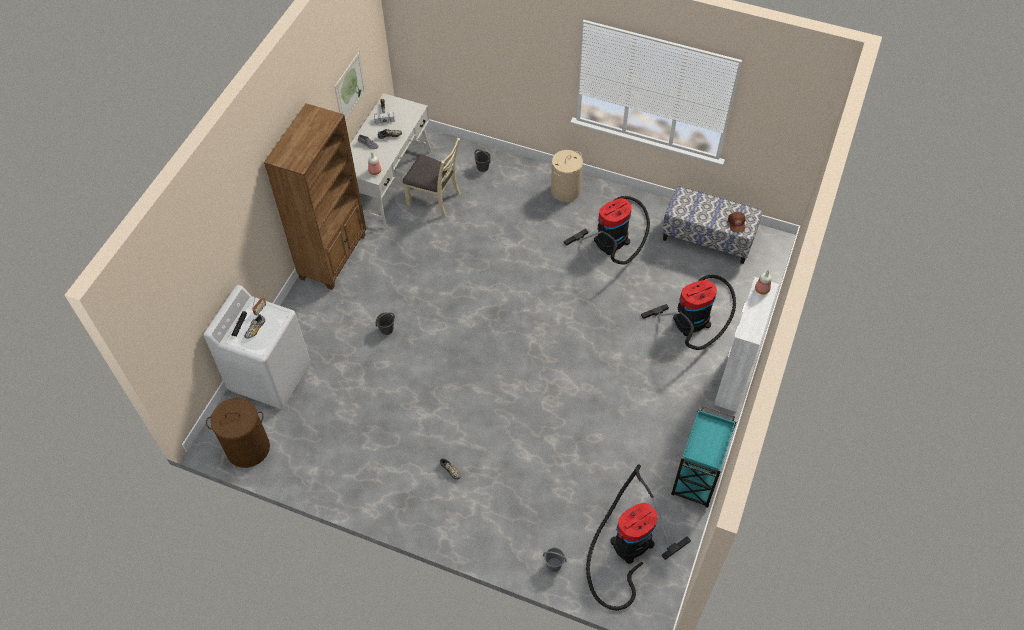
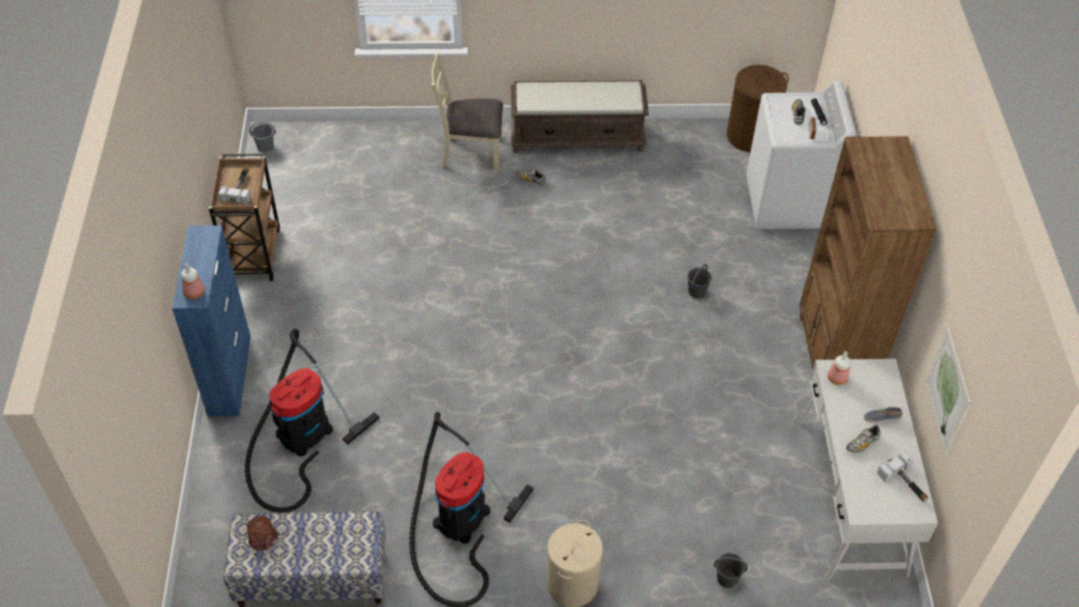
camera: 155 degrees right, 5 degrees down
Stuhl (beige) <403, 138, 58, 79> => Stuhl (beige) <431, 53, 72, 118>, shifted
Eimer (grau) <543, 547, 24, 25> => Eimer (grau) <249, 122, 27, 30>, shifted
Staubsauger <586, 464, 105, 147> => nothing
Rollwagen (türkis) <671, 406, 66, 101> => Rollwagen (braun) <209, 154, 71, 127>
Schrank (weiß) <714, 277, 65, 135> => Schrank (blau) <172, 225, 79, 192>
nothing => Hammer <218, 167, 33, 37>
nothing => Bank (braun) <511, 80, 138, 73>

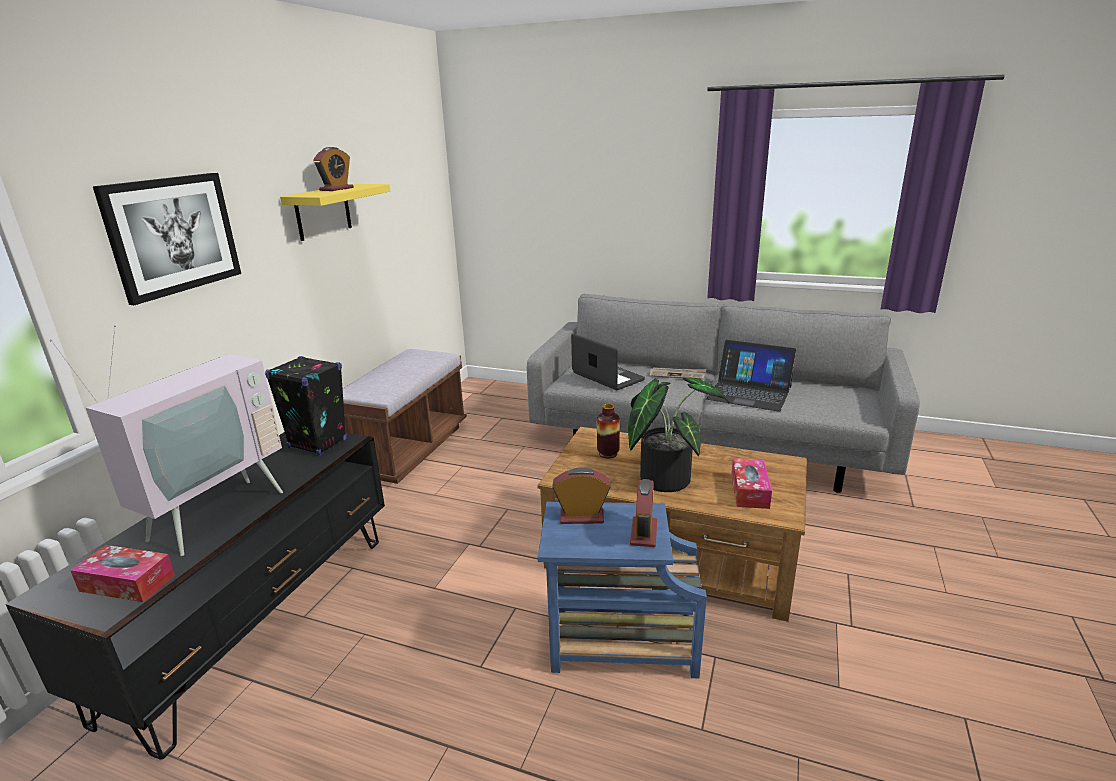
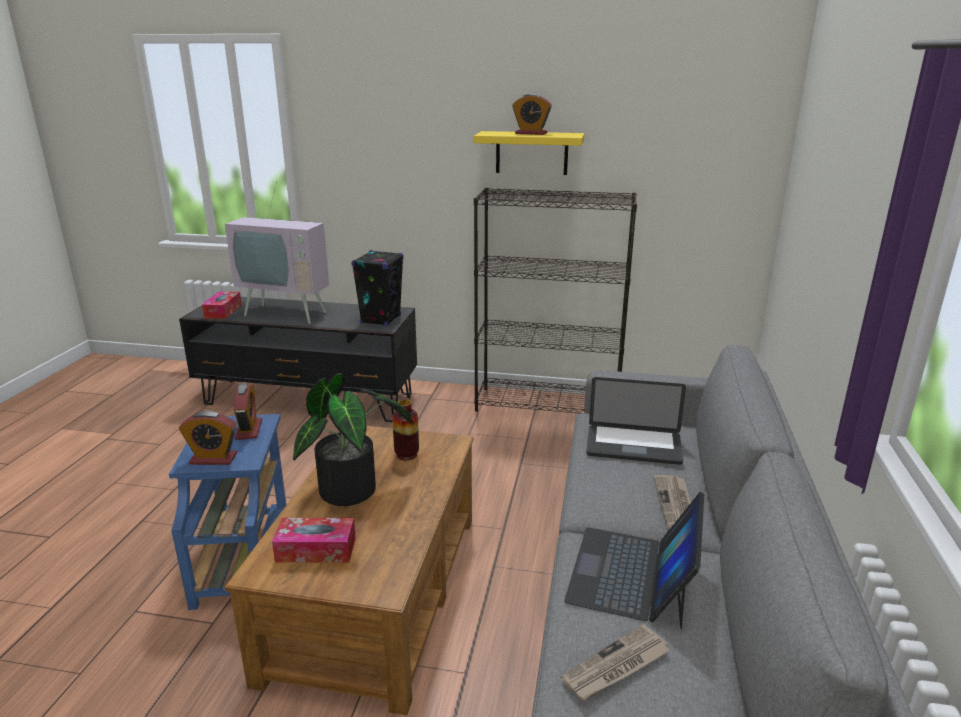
camera: 80 degrees right, 0 degrees up
Bild <93, 173, 148, 132> => nothing
Bank (braun) <343, 349, 124, 135> => Bücherregal (schwarz) <474, 187, 163, 227>
Laptop <571, 333, 74, 57> => Laptop <586, 377, 100, 88>, 60 degrees clockwise
nothing => Zeitung <561, 624, 109, 77>

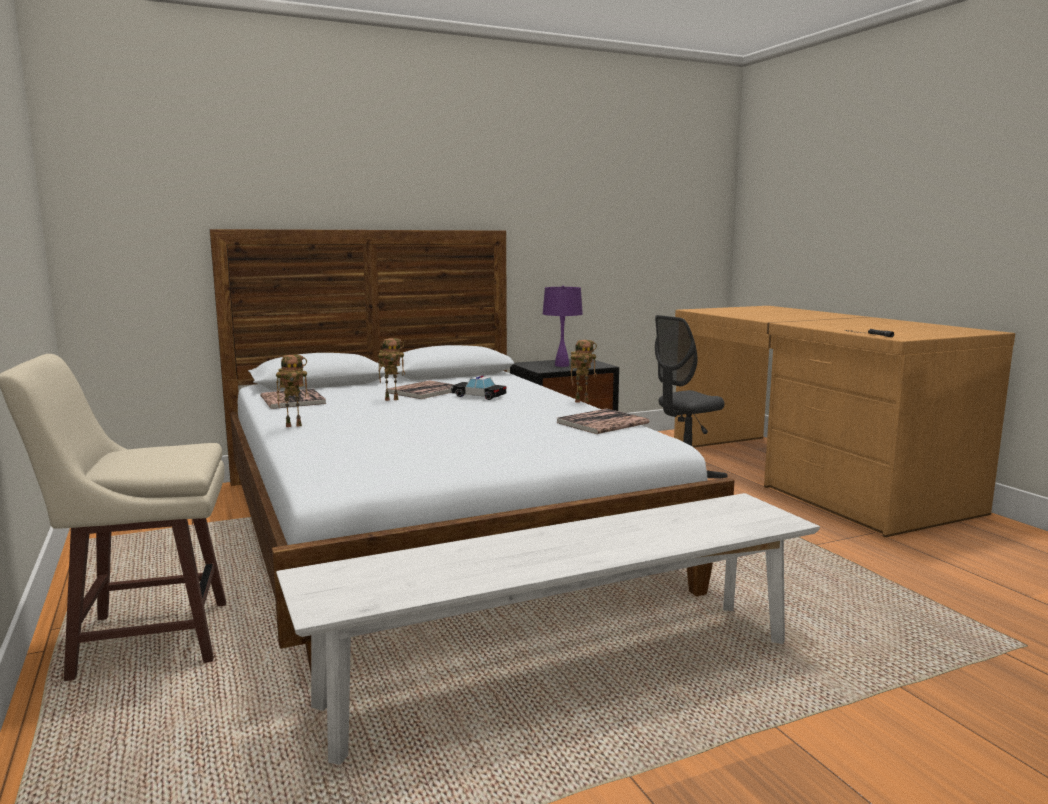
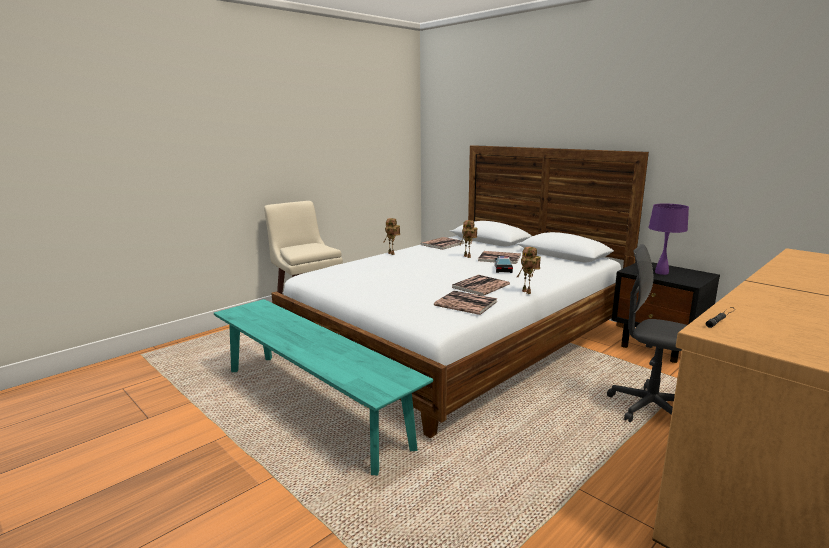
camera: 70 degrees right, 5 degrees up
Bank (weiß) <276, 493, 544, 272> => Bank (türkis) <214, 299, 220, 177>
nothing => Buch <452, 275, 58, 21>

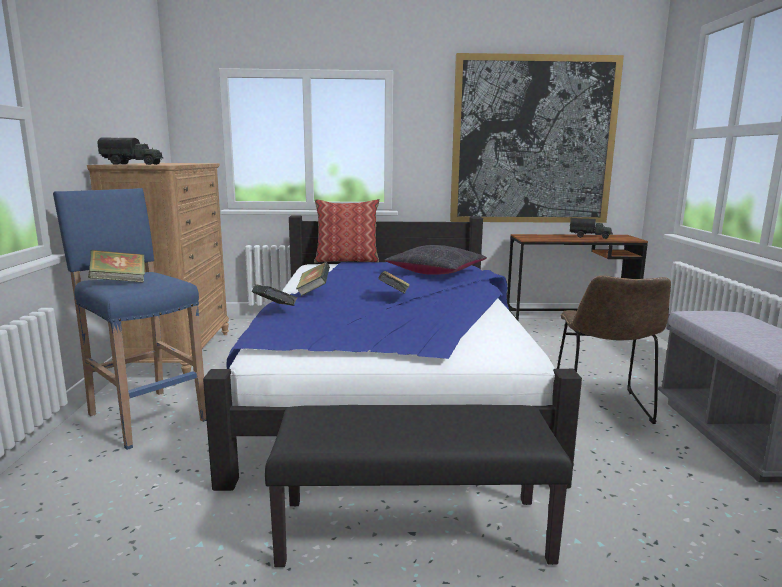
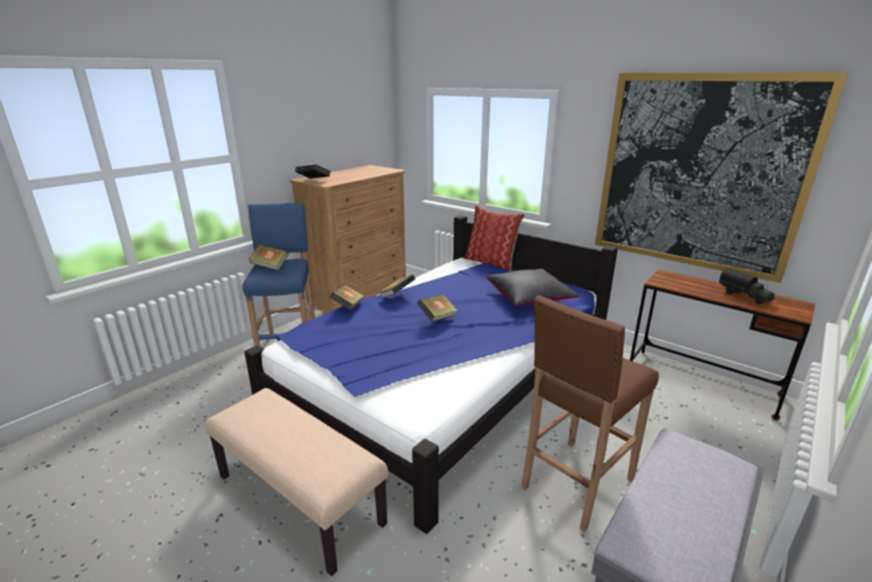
camera: 40 degrees right, 10 degrees up
Spielzeuglaster <98, 137, 65, 28> => Buch <295, 164, 36, 15>
Bank (schwarz) <265, 405, 307, 162> => Bank (beige) <205, 388, 184, 188>
Stuhl (braun) <557, 275, 114, 149> => Hocker (braun) <521, 295, 138, 237>

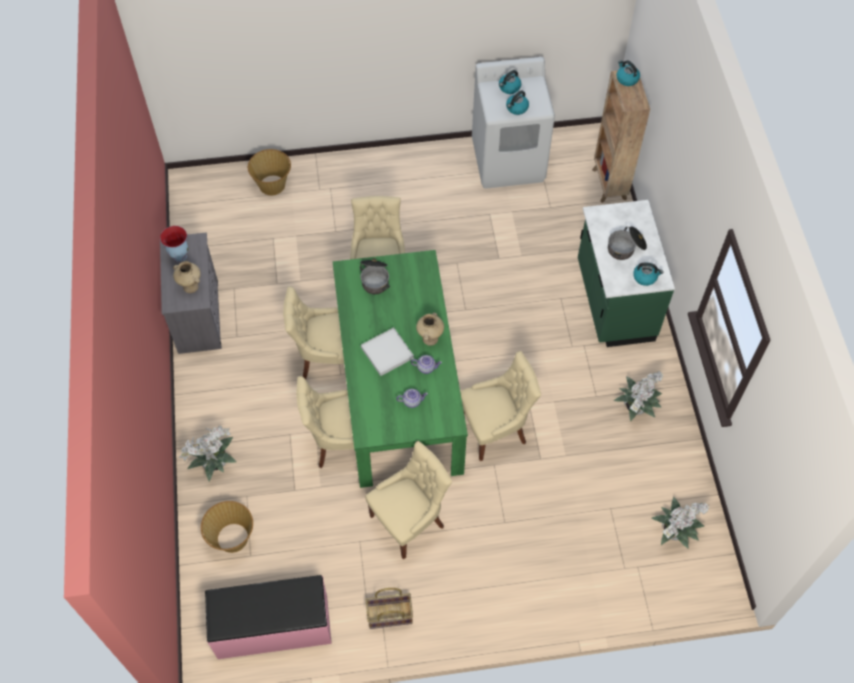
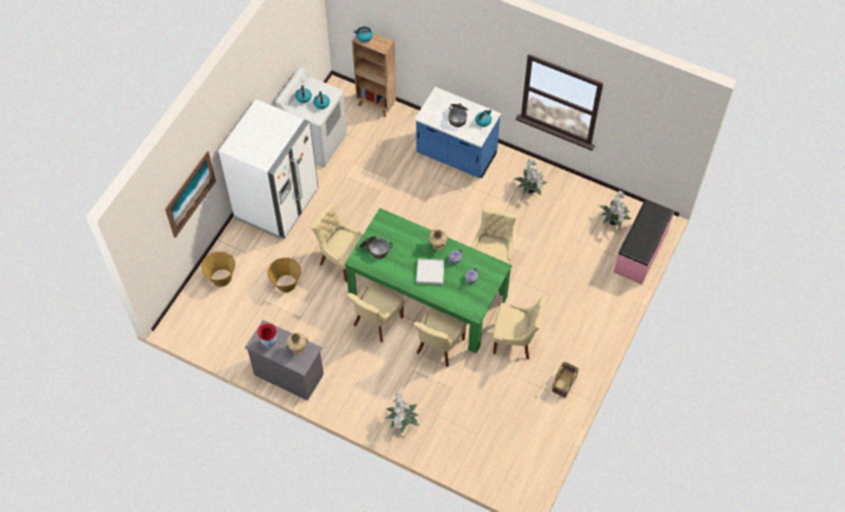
camera: 55 degrees left, 0 degrees up
Korb <201, 501, 52, 52> => Korb <268, 258, 33, 34>, shifted
Bank (rosa) <205, 575, 127, 84> => Bank (rosa) <614, 199, 60, 85>, shifted
Stuhl (beige) <365, 441, 87, 118> => Stuhl (beige) <493, 296, 53, 64>, 105 degrees clockwise
Küchenzeile (grün) <578, 200, 97, 147> => Küchenzeile (blau) <414, 87, 87, 91>
nothing => Bild <165, 151, 51, 87>
nothing => Kühlschrank (weiß) <218, 99, 100, 141>

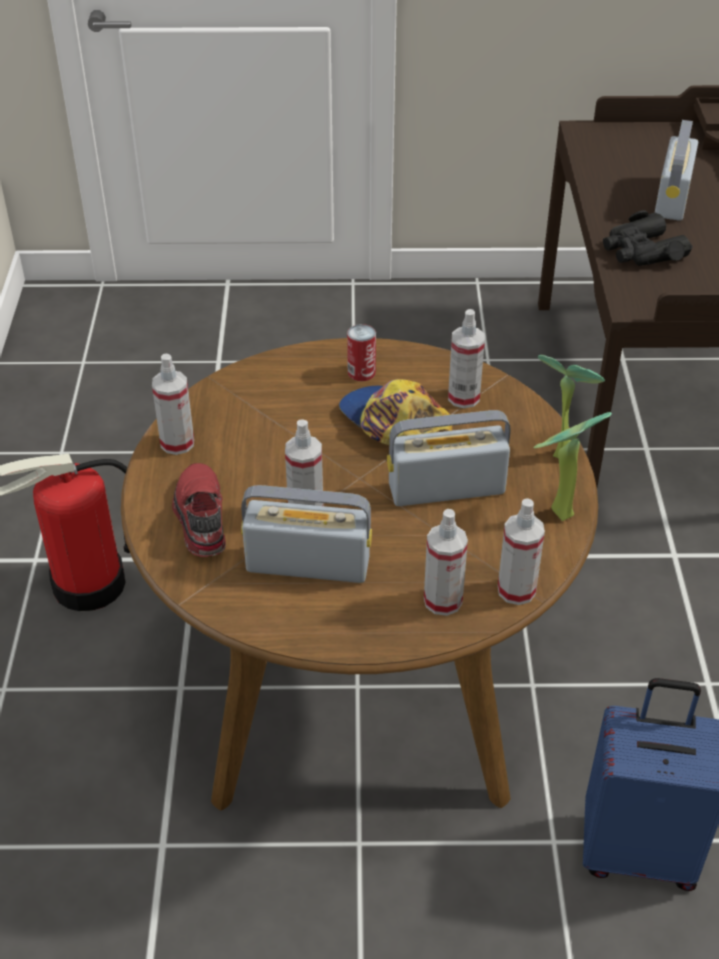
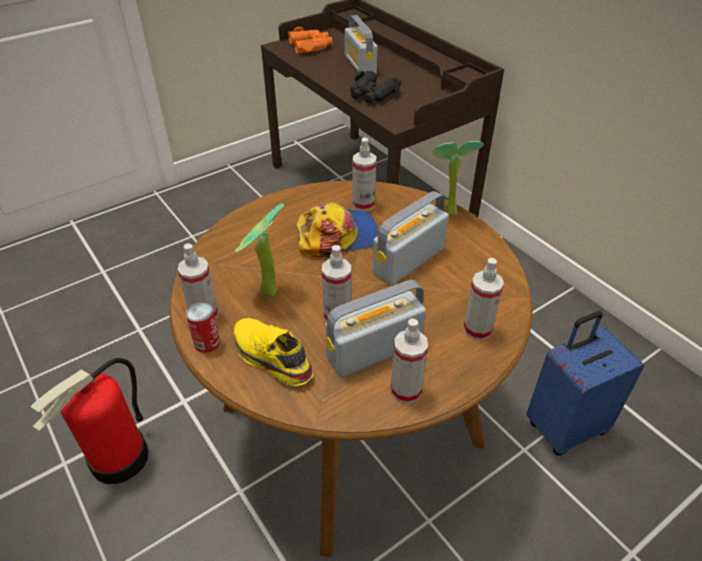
camera: 35 degrees left, 0 degrees up
Schuh (rot) <172, 463, 54, 94> => Schuh (gelb) <234, 318, 79, 68>
Kappe <339, 379, 113, 66> => Kappe <296, 202, 83, 55>, 150 degrees clockwise
Dose <347, 324, 29, 57> => Dose <186, 302, 34, 51>, shifted
Sprühflasche <498, 498, 47, 107> => Sprühflasche <391, 318, 37, 86>, shifted
Topfpflanze <533, 412, 79, 109> => Topfpflanze <235, 203, 49, 93>, shifted
nothing => Fernglas (orange) <288, 27, 45, 27>

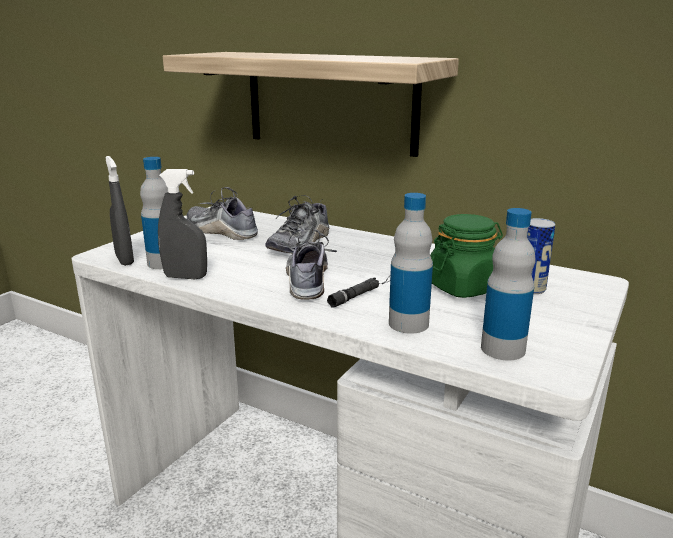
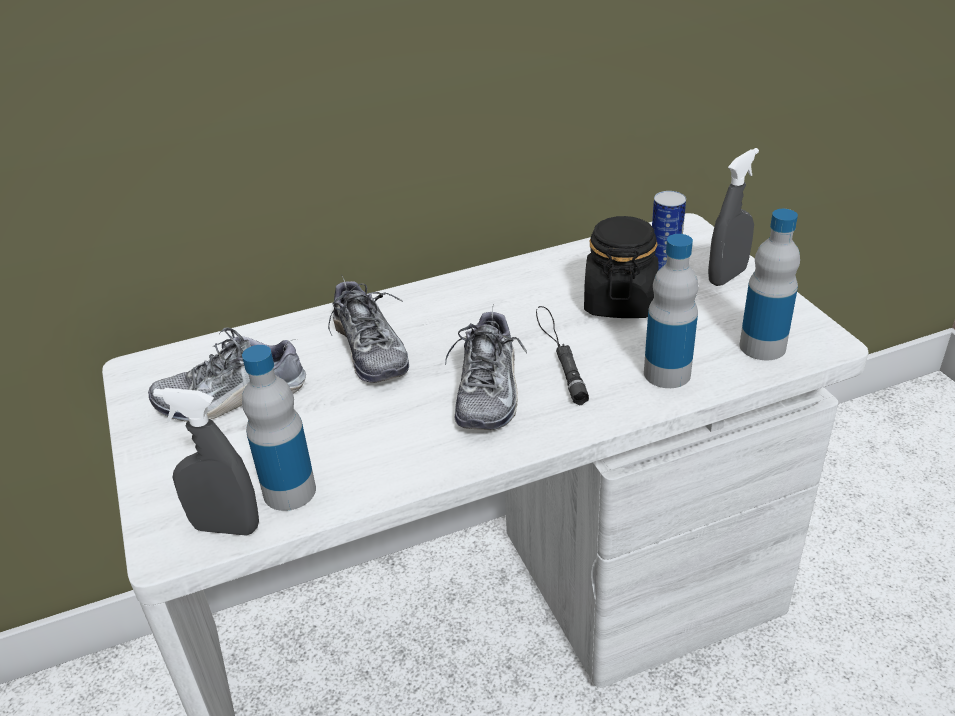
camera: 50 degrees left, 15 degrees up
Sprühflasche (grau) <158, 169, 49, 110> => Sprühflasche (grau) <708, 148, 51, 138>, shifted
Wandregal <163, 52, 296, 105> => nothing
Schuh <278, 229, 59, 71> => Schuh <445, 307, 82, 123>, 120 degrees counterclockwise
Vorratsglas (grün) <430, 214, 73, 84> => Vorratsglas (schwarz) <584, 216, 74, 102>

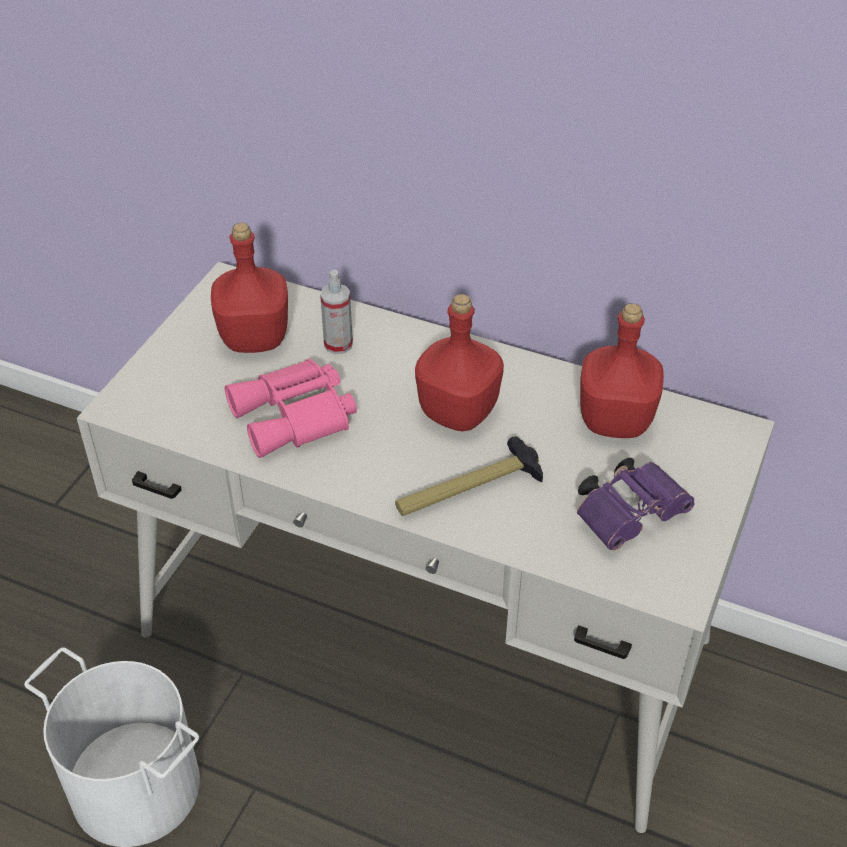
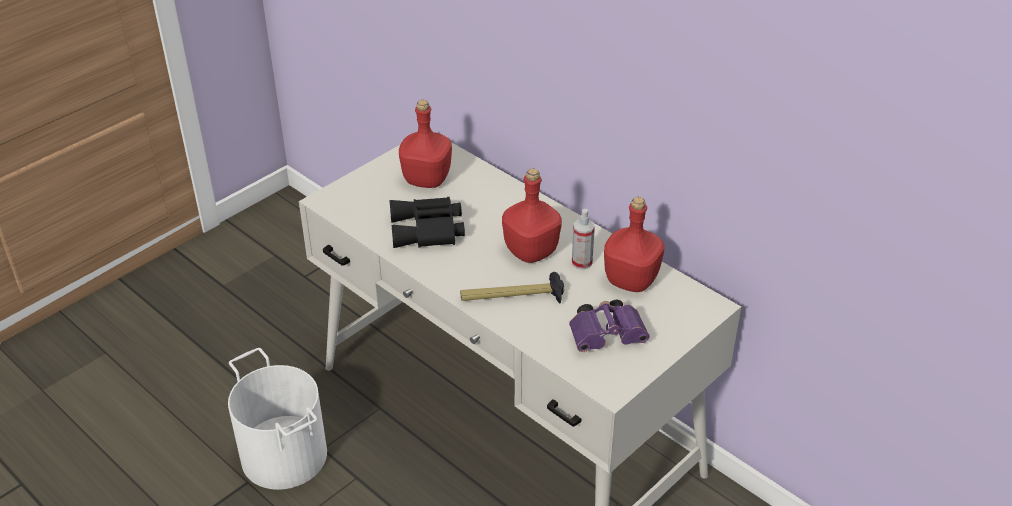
camera: 20 degrees right, 5 degrees down
Fernglas (rosa) <225, 359, 132, 99> => Fernglas (schwarz) <389, 197, 76, 51>
Sprühflasche <320, 270, 33, 84> => Sprühflasche <572, 209, 23, 61>, shifted

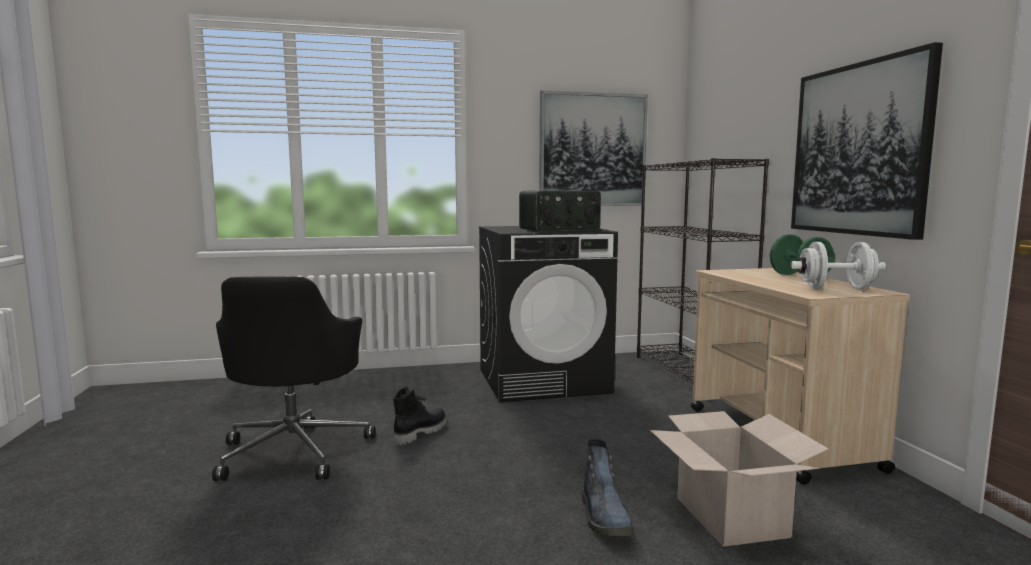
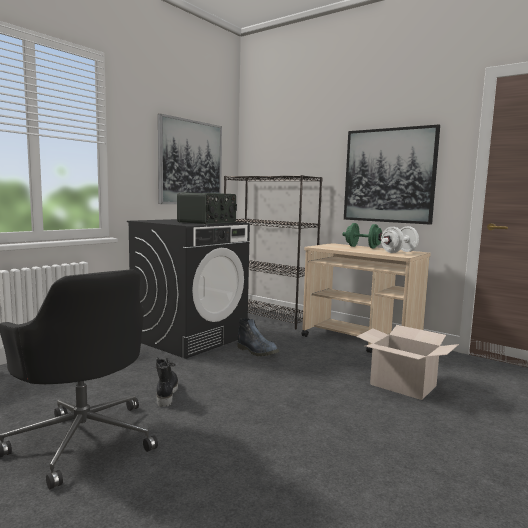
camera: 40 degrees left, 0 degrees up
Stiefel <582, 439, 52, 97> => Stiefel <237, 318, 42, 38>, shifted

